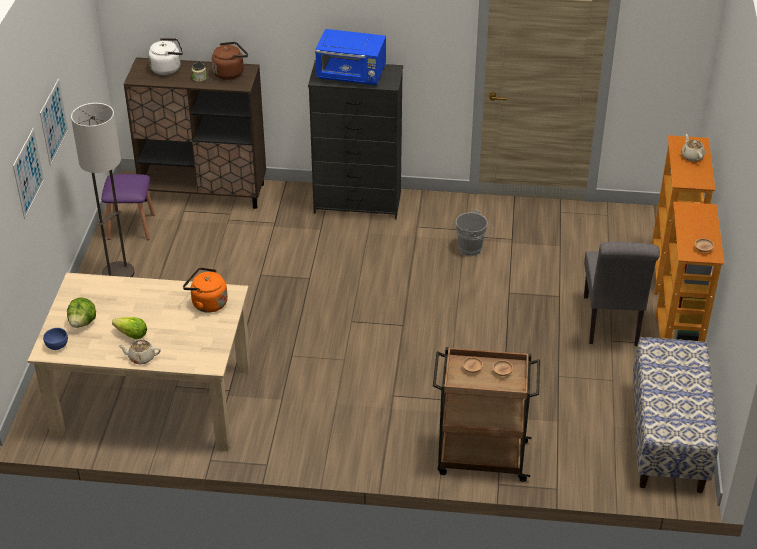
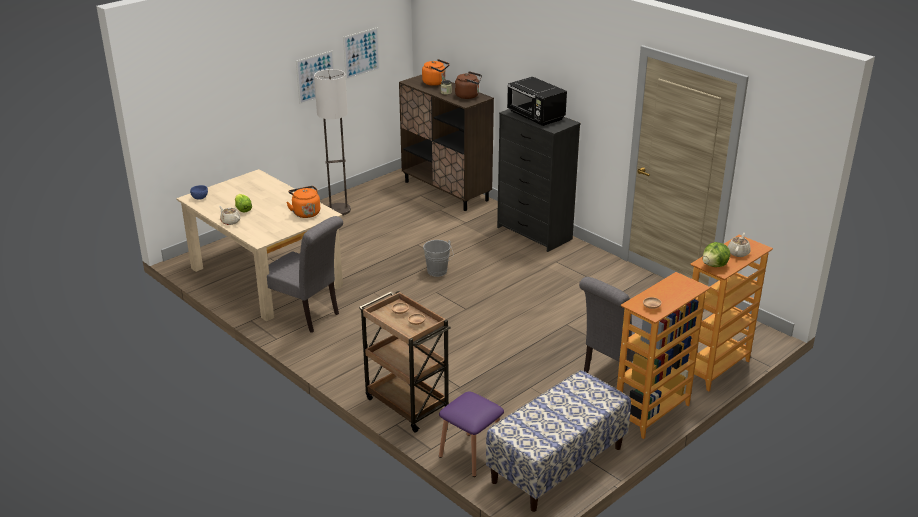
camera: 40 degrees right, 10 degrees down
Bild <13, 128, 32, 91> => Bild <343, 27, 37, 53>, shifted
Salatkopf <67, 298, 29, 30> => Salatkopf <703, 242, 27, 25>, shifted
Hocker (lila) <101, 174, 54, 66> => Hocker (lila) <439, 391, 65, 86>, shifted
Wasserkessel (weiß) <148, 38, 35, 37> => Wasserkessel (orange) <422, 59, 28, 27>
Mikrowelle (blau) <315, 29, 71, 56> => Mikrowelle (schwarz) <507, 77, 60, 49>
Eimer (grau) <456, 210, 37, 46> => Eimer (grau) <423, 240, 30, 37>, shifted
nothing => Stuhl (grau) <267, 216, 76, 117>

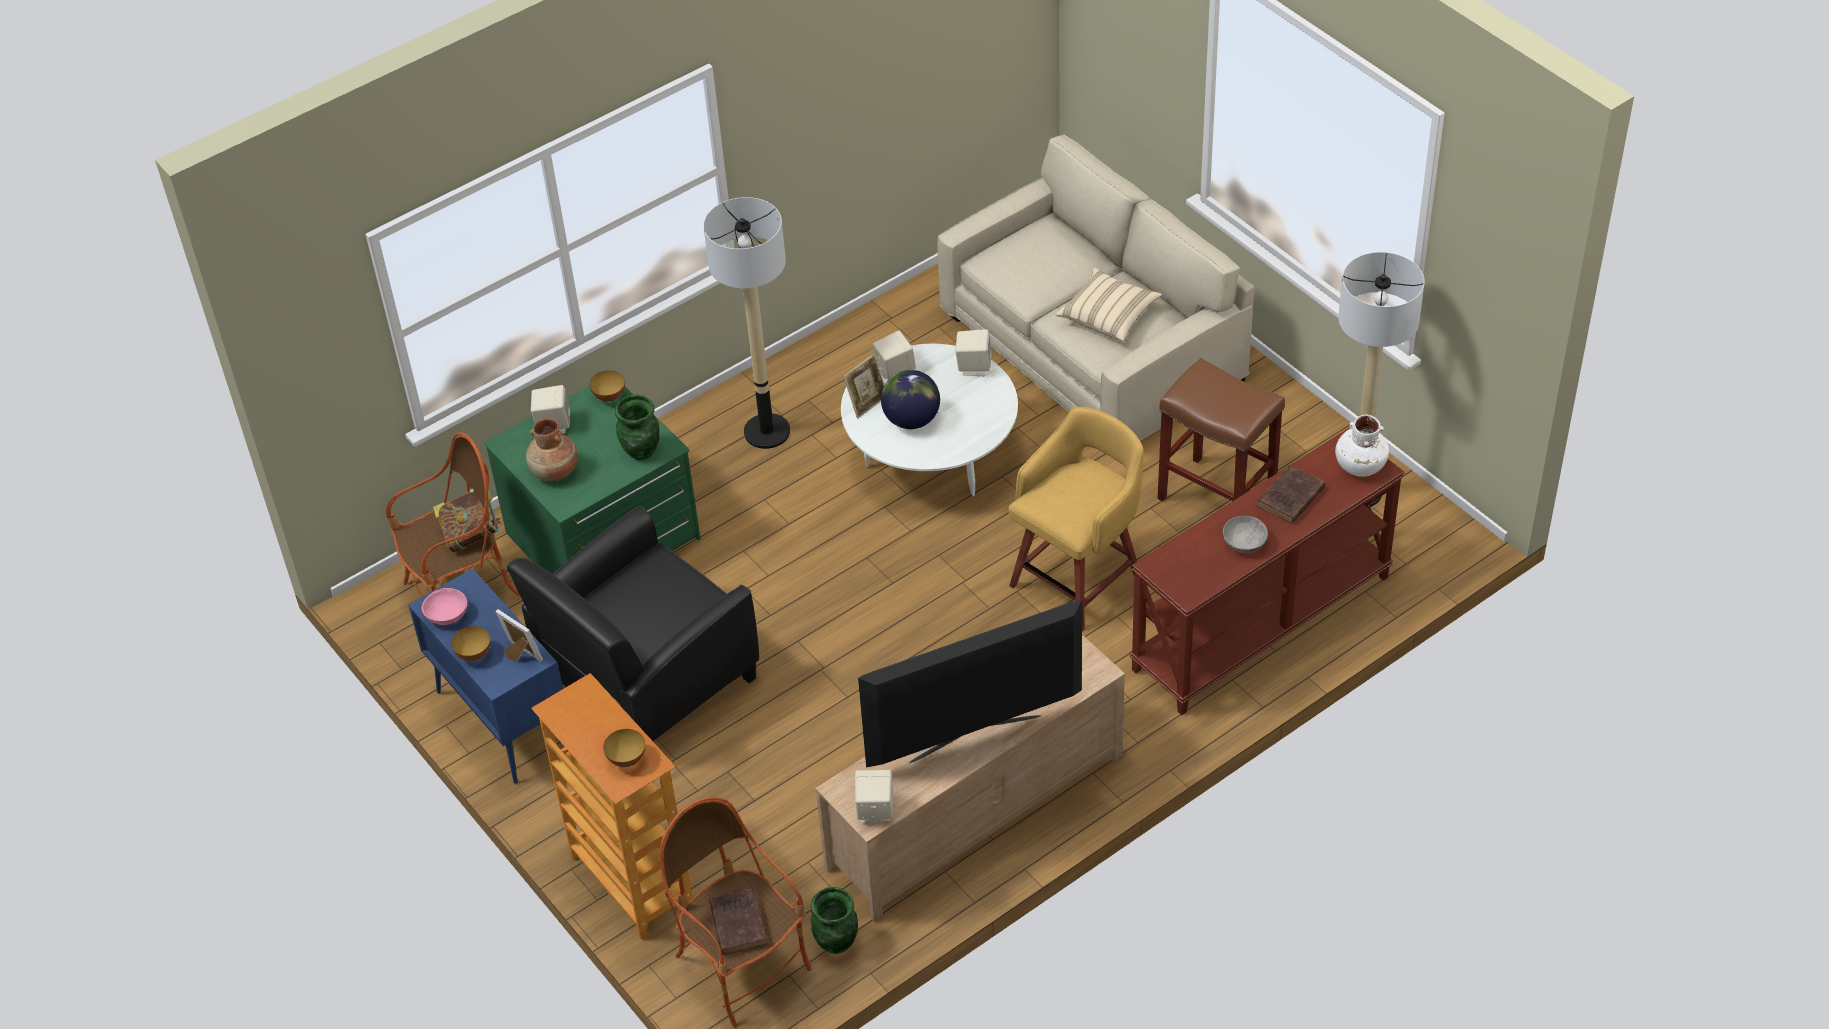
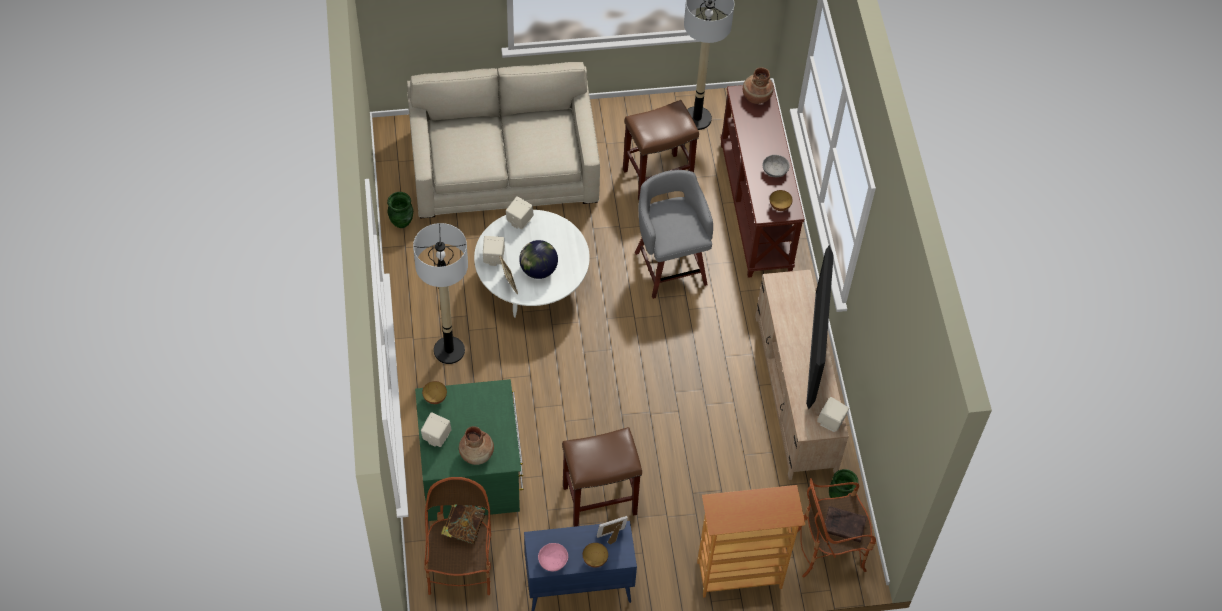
camera: 65 degrees left, 10 degrees up
Sessel (schwarz) <507, 506, 252, 235> => Hocker (braun) <562, 427, 80, 100>
Schüssel <603, 729, 43, 38> => Schüssel <770, 190, 23, 21>, shifted
Vase (grün) <615, 395, 44, 65> => Vase (grün) <387, 192, 26, 36>, shifted
Hocker (gelb) <1009, 407, 135, 224> => Hocker (grau) <635, 170, 78, 129>
Kissen (beige) <1056, 268, 106, 74> => nothing
Buch (braun) <1257, 465, 68, 59> => nothing
Vase (weiß) <1335, 415, 54, 62> => Vase (braun) <743, 68, 31, 36>

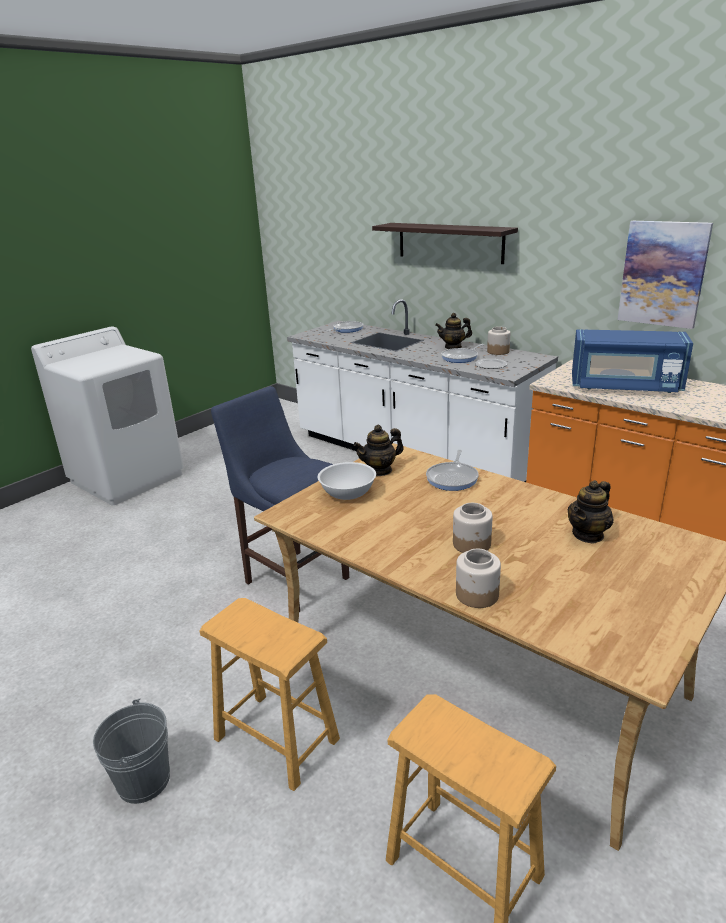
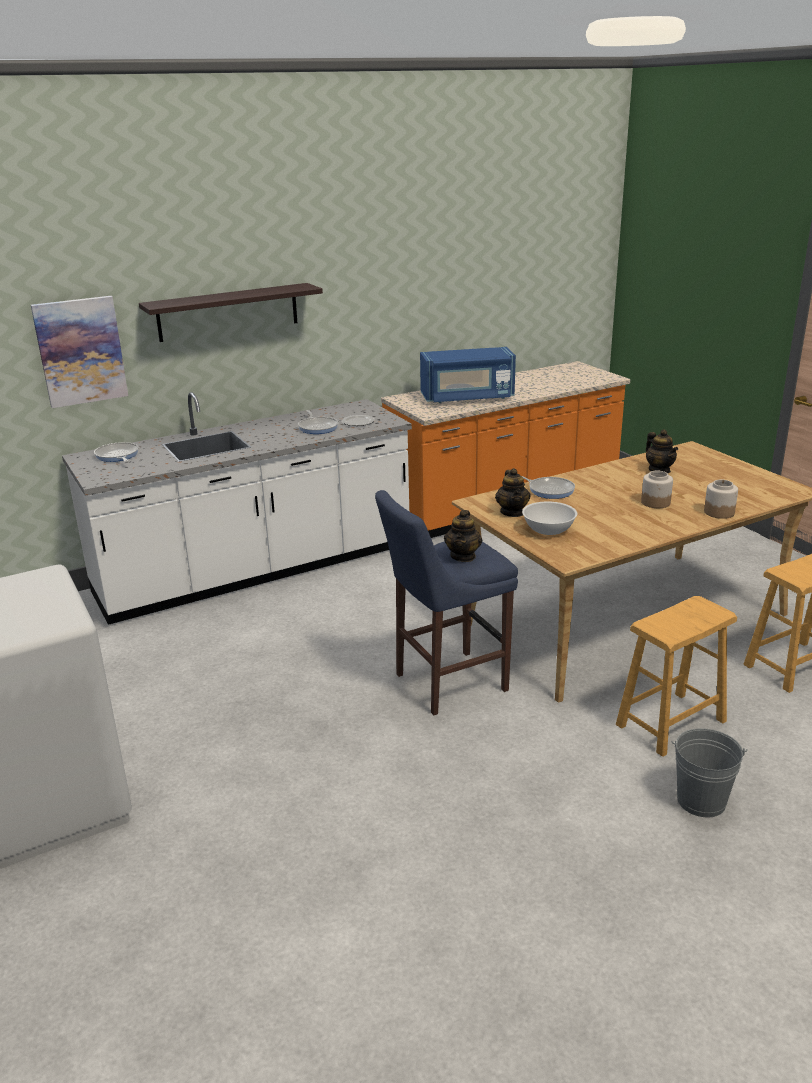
camera: 70 degrees left, 0 degrees up
Teekanne <435, 313, 37, 36> => Teekanne <444, 510, 38, 52>, shifted
Vorratsglas <487, 327, 23, 28> => nothing
Mikrowelle (blau) <572, 329, 121, 64> => Mikrowelle (blau) <420, 347, 96, 56>, 45 degrees clockwise
Bild <618, 221, 95, 108> => Bild <31, 296, 97, 112>, shifted

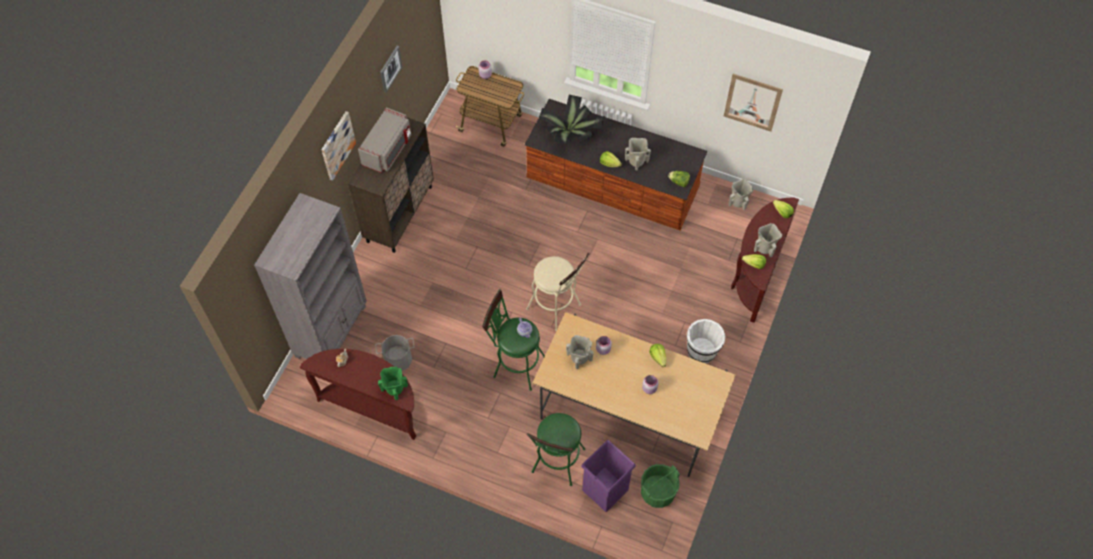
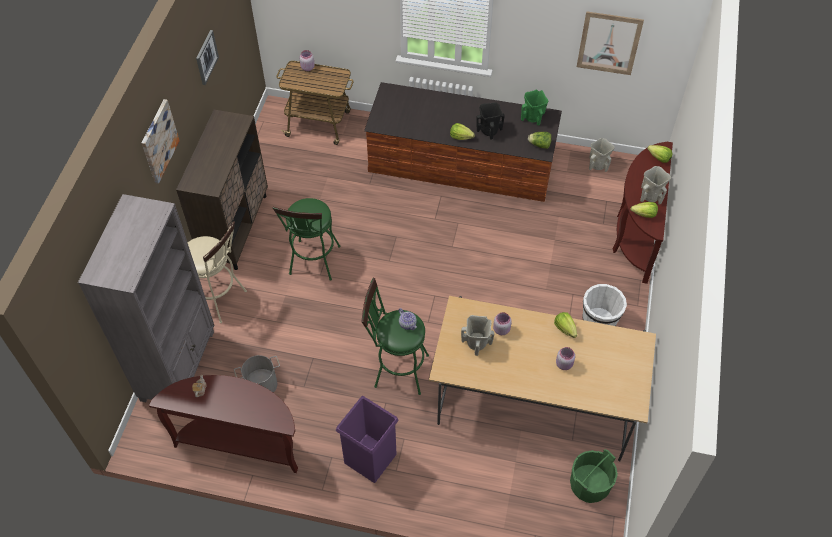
camera: 10 degrees left, 5 degrees down
Mikrowelle (grau) <358, 107, 53, 66> => nothing
Vase (grün) <378, 366, 30, 34> => Vase (grün) <521, 90, 27, 36>, shifted
Hocker (beige) <526, 253, 64, 78> => Hocker (beige) <188, 221, 59, 102>, shifted
Hocker (grün) <527, 413, 58, 73> => Hocker (grün) <272, 198, 69, 83>, shifted
Topfpflanze <539, 95, 66, 50> => nothing
Mülleimer (lila) <581, 440, 55, 72> => Mülleimer (lila) <336, 396, 62, 87>, shifted
Vase (beige) <625, 138, 26, 33> => Vase (schwarz) <476, 102, 29, 38>

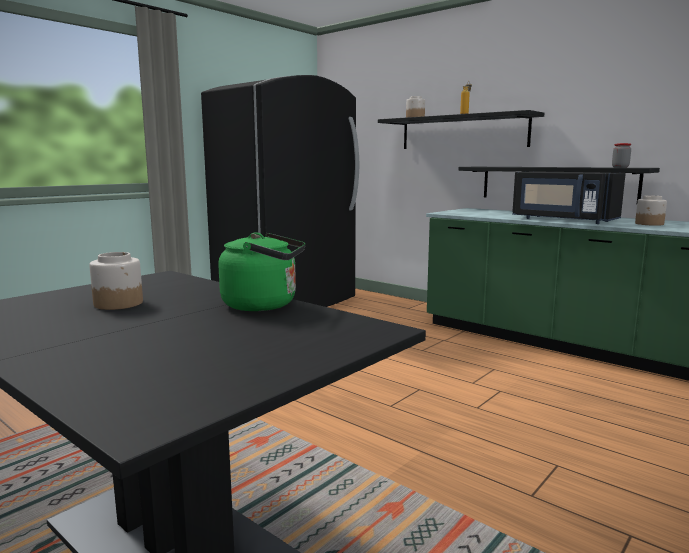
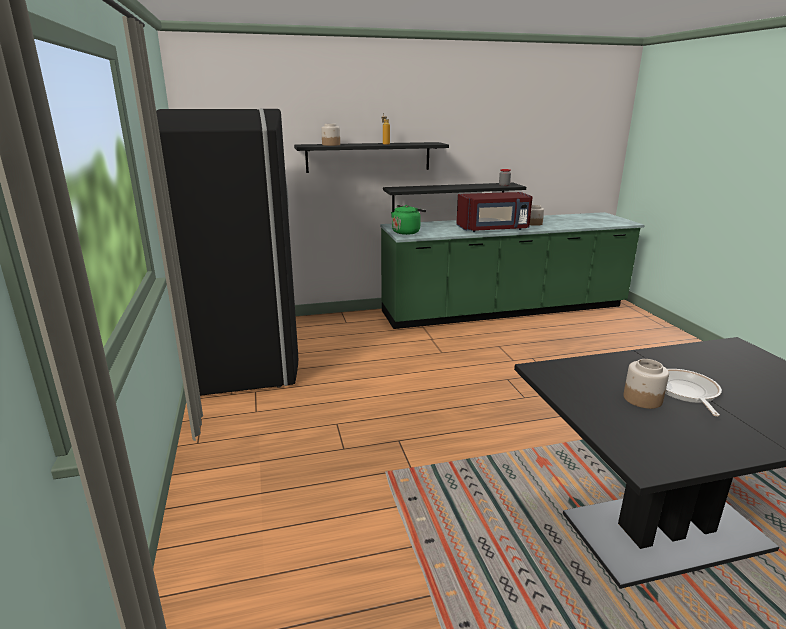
camera: 55 degrees left, 10 degrees up
Wasserkessel (grün) <218, 232, 87, 79> => Wasserkessel (grün) <391, 205, 35, 30>, shifted
Mikrowelle (schwarz) <512, 172, 114, 52> => Mikrowelle (rot) <456, 192, 77, 40>
nothing => Pfanne <665, 369, 57, 47>

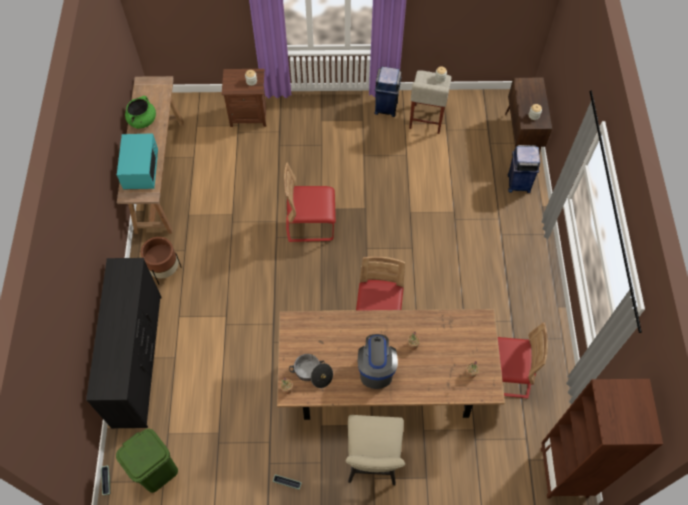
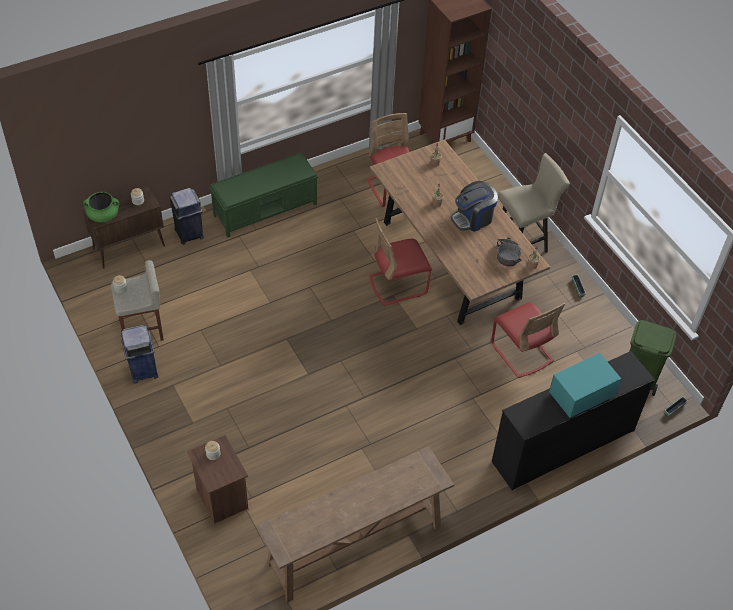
camera: 120 degrees left, 10 degrees down
Mikrowelle (türkis) <117, 133, 41, 56> => Mikrowelle (türkis) <549, 353, 73, 65>, shifted
Kochtopf (grün) <125, 96, 31, 33> => Kochtopf (grün) <83, 192, 36, 30>, shifted
Pflanzkübel (braun) <141, 237, 41, 48> => nothing
Stuhl (rot) <284, 163, 52, 79> => Stuhl (rot) <491, 302, 74, 76>, shifted
nothing => Bank (grün) <209, 152, 109, 86>

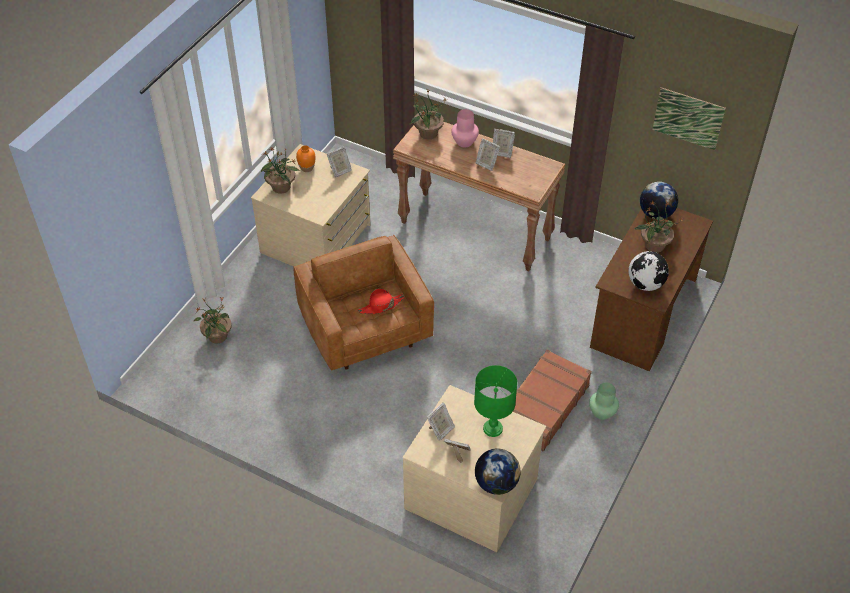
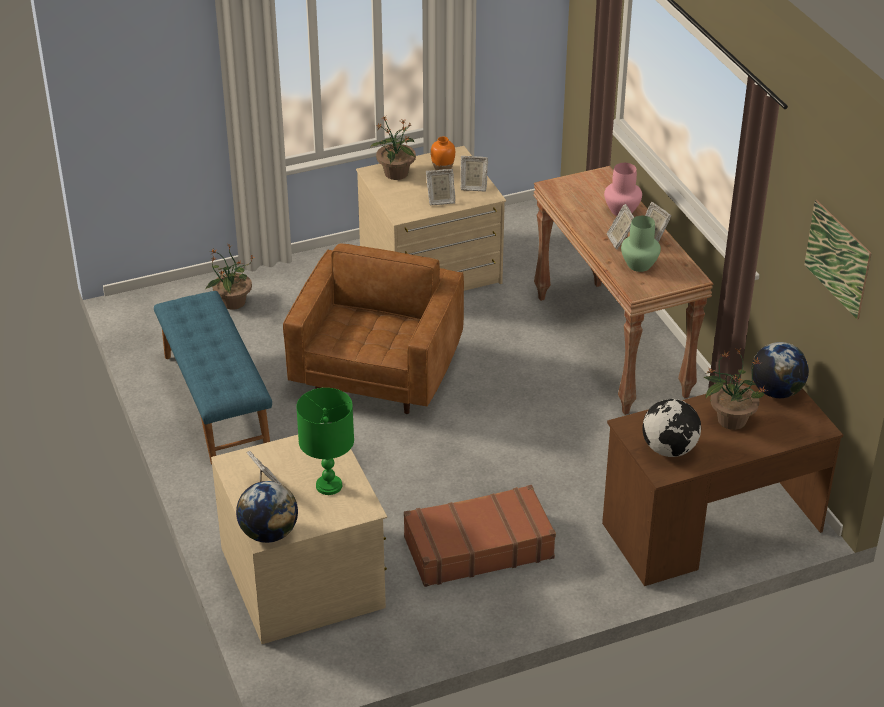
camera: 40 degrees right, 10 degrees down
Hut (rot) <358, 289, 46, 25> => nothing
Topfpflanze <409, 90, 39, 49> => nothing
Bilderrahmen <427, 402, 28, 38> => Bilderrahmen <426, 169, 29, 36>, shifted
Vase (grün) <589, 383, 30, 37> => Vase (grün) <621, 216, 40, 56>, shifted
nothing => Bank (blau) <154, 291, 118, 173>

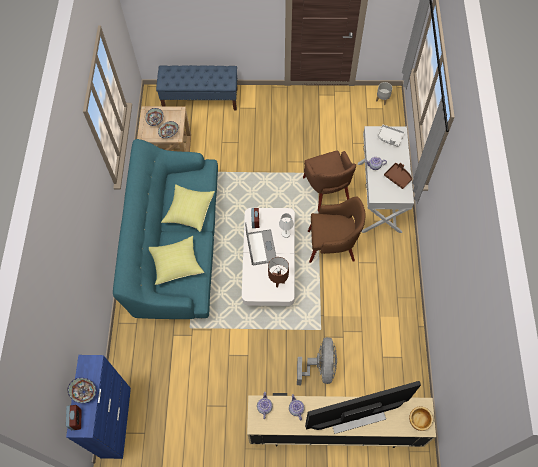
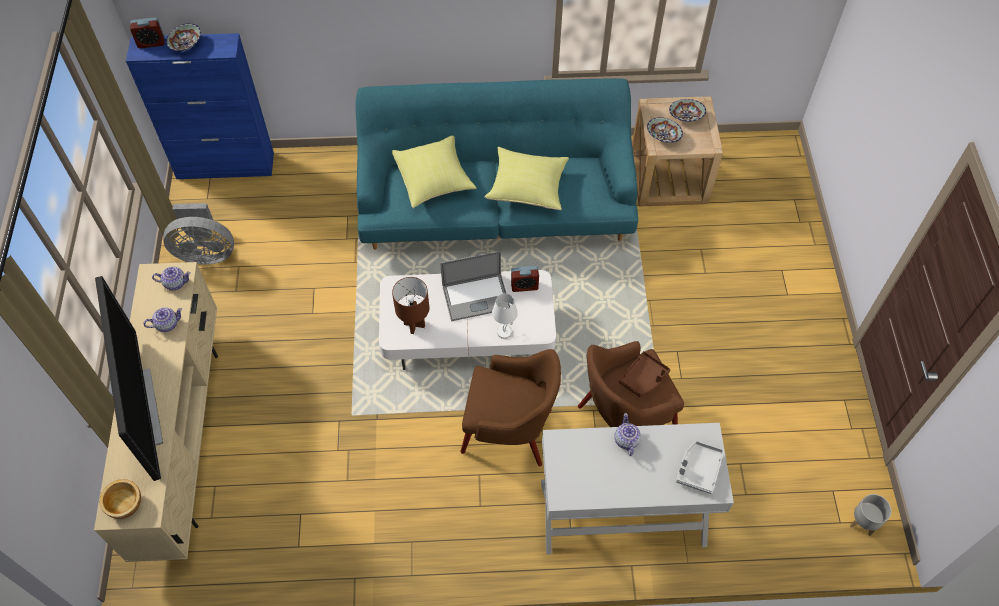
camera: 85 degrees right, 5 degrees down
Bank (blau) <156, 65, 82, 45> => nothing
Ventilator (grau) <297, 337, 40, 48> => Ventilator (grau) <163, 203, 71, 62>, shifted
Sessel (braun) <308, 197, 58, 66> => Sessel (braun) <460, 349, 101, 117>, 75 degrees counterclockwise
Tablett (braun) <384, 163, 28, 26> => Tablett (braun) <619, 351, 52, 46>, shifted

